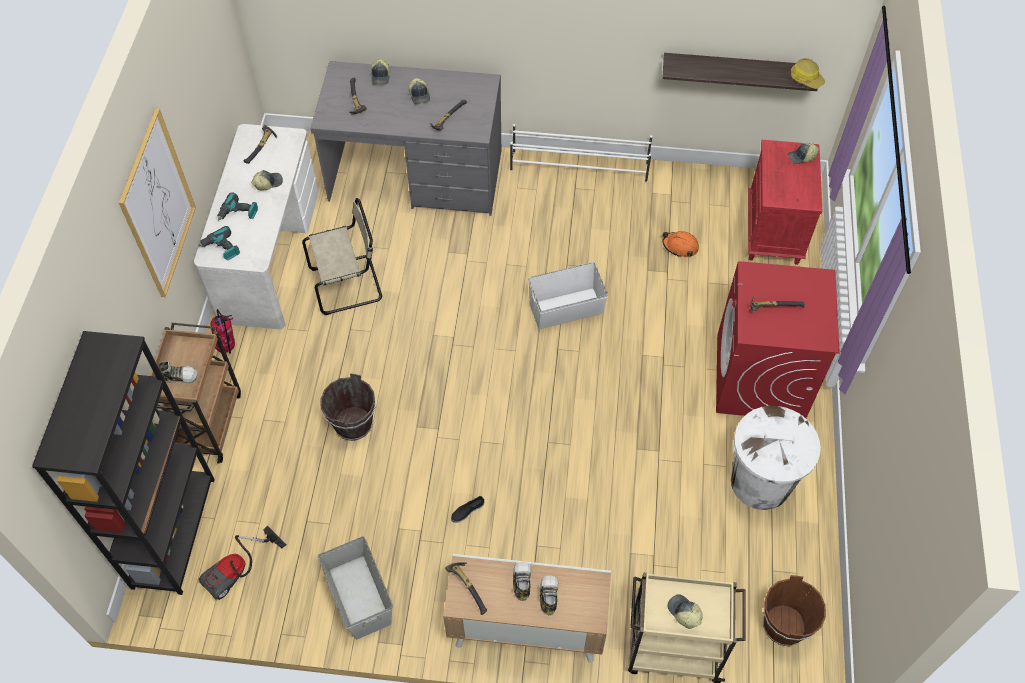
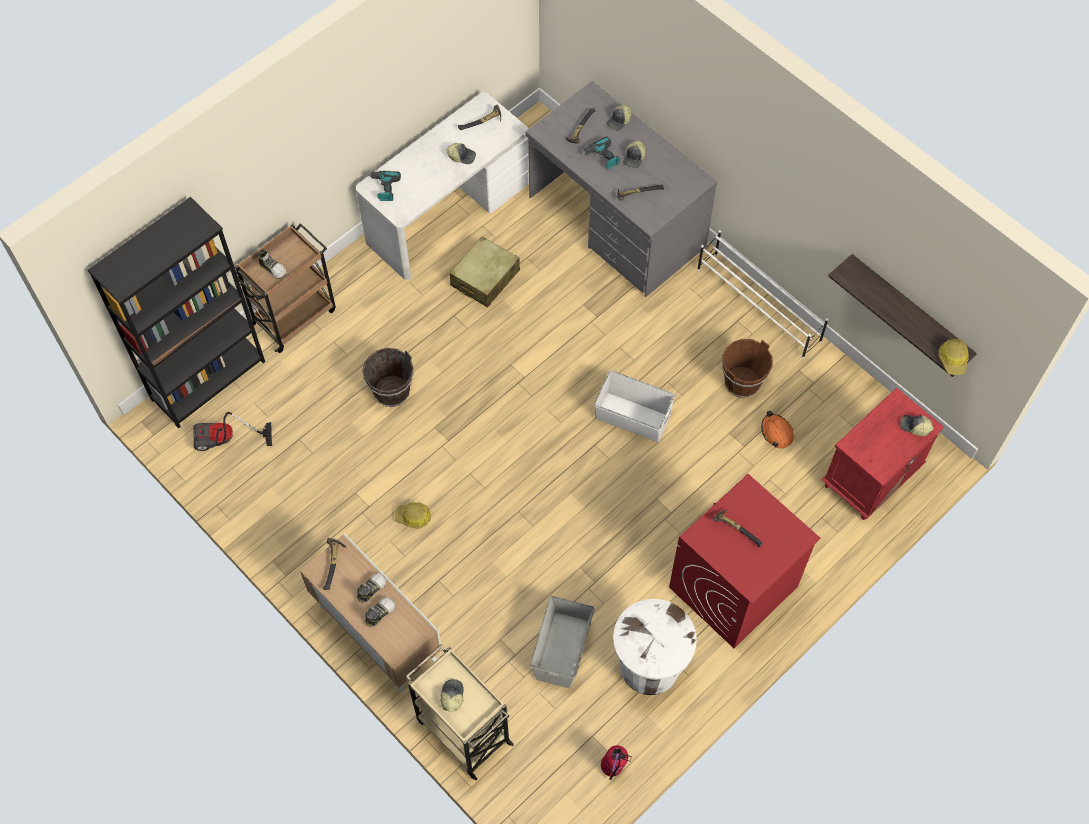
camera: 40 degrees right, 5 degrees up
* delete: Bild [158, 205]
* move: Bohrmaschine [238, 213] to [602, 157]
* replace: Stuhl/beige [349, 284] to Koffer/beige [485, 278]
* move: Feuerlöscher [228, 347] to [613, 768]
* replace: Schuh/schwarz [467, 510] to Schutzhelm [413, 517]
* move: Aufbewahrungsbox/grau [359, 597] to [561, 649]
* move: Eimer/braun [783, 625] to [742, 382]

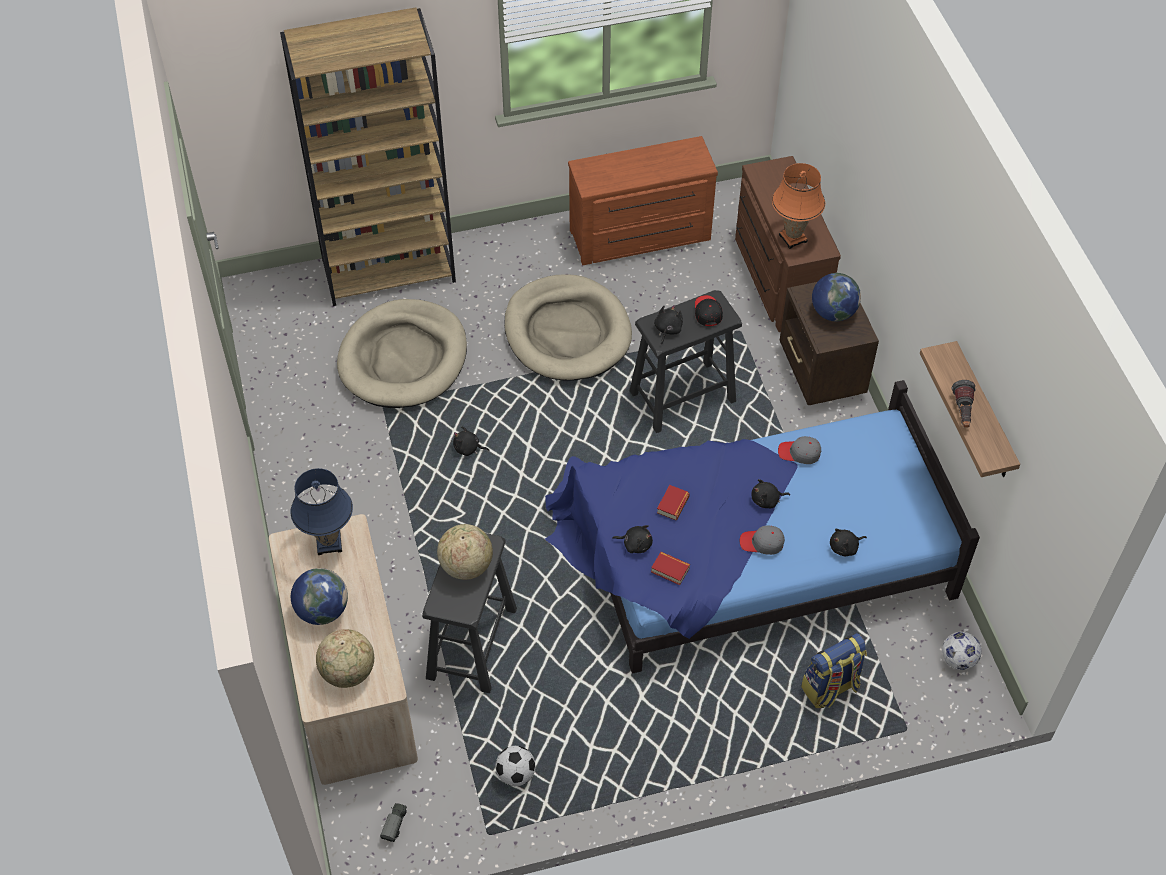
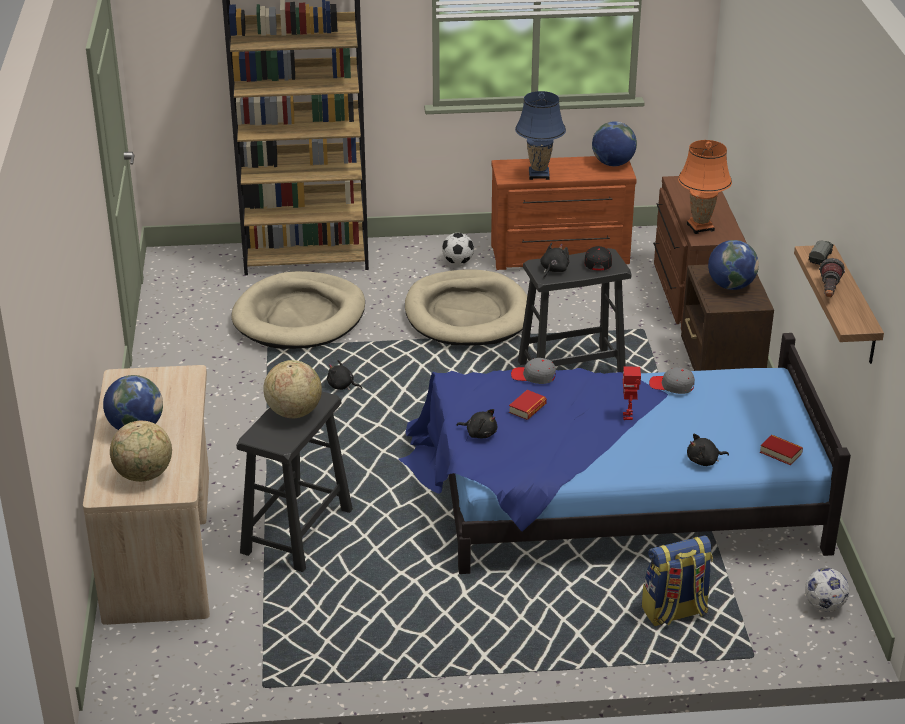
camera: 10 degrees right, 20 degrees down
* move: Tischlampe/blau [328, 543] to [538, 175]
* replace: Plüschtier/schwarz [767, 500] to Spielzeugroboter [628, 416]
* move: Kappe/grau [762, 543] to [533, 376]
* move: Buch [670, 570] to [780, 453]
* move: Fußball [516, 774] to [458, 262]
* move: Spielzeuglaster [395, 824] to [820, 259]
* insert: Globus [613, 164]

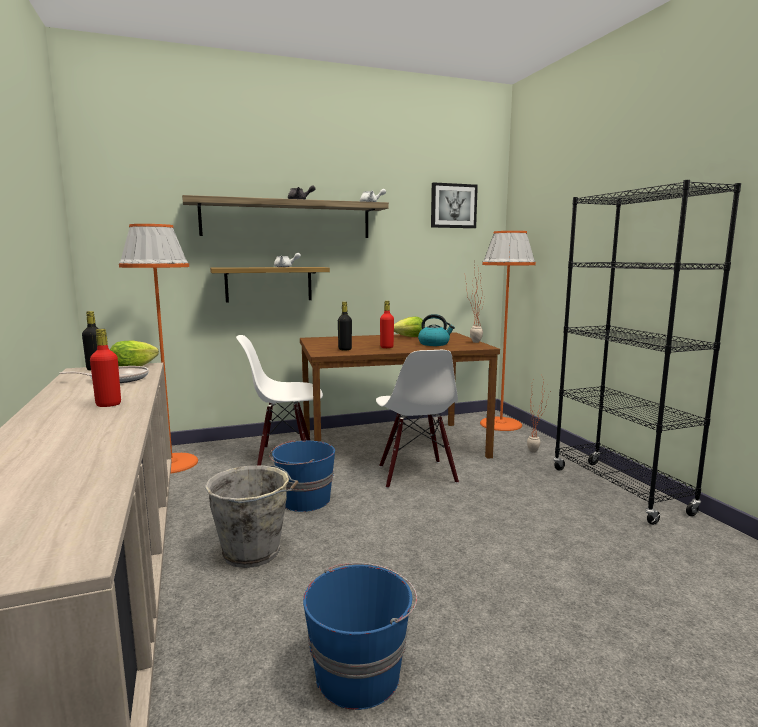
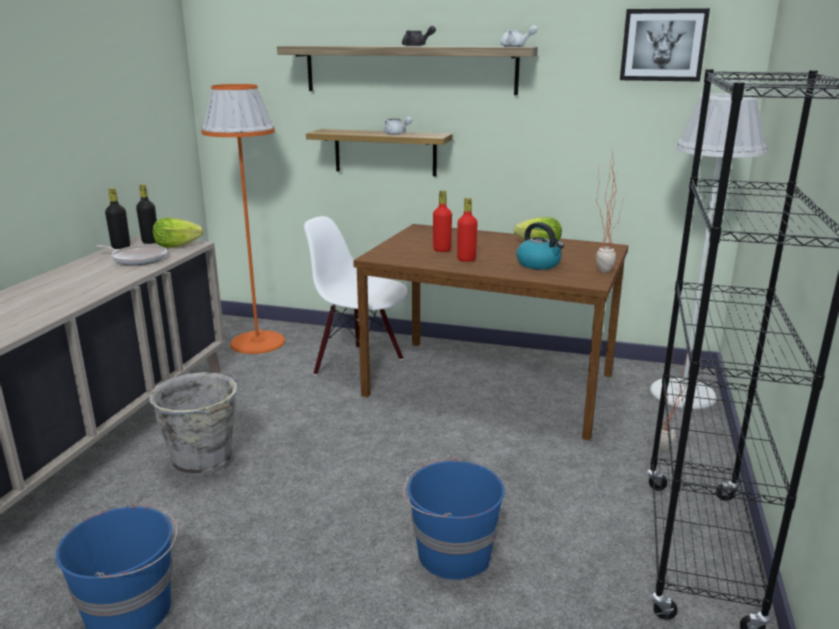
camera: 35 degrees right, 10 degrees up
* recolor: Stehlampe/orange [501, 424] to Stehlampe/weiß [683, 393]
* move: Flasche/schwarz [345, 349] to [121, 247]
* move: Flasche/rot [108, 404] to [442, 250]
* delete: Stuhl/weiß [416, 474]
* move: Eimer/blau [304, 501] to [452, 554]

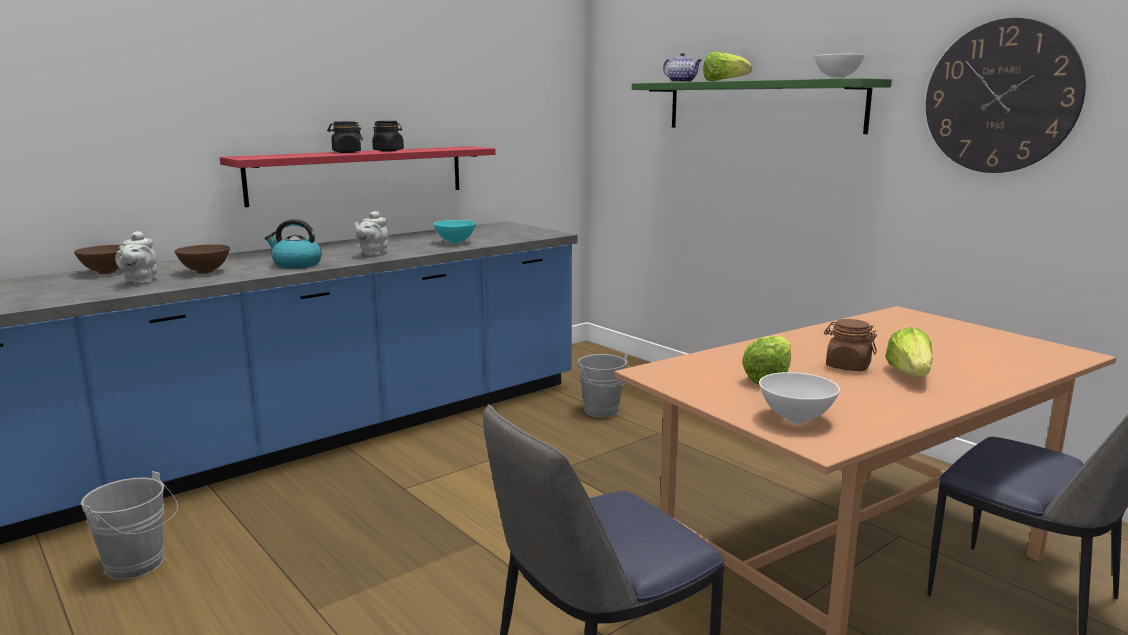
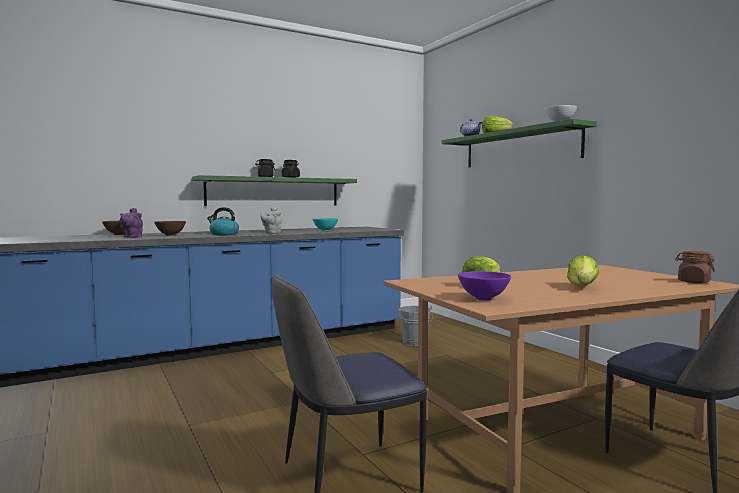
camera: 10 degrees right, 10 degrees down
* delete: Wanduhr [1001, 97]
* recolor: Wandregal/rot [359, 174] to Wandregal/grün [274, 192]
* recolor: Teekanne/grau [140, 282] to Teekanne/lila [131, 237]
* move: Vorratsglas/braun [847, 366] to [693, 282]
* recolor: Schüssel/weiß [795, 419] to Schüssel/lila [483, 299]
* delete: Eimer/grau [139, 566]

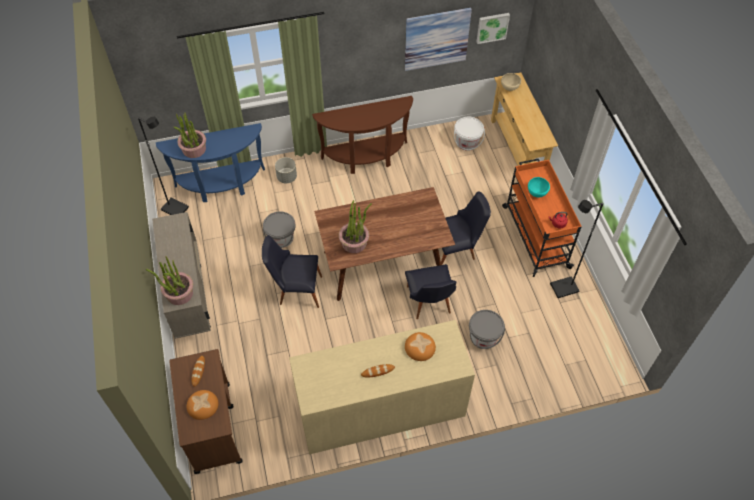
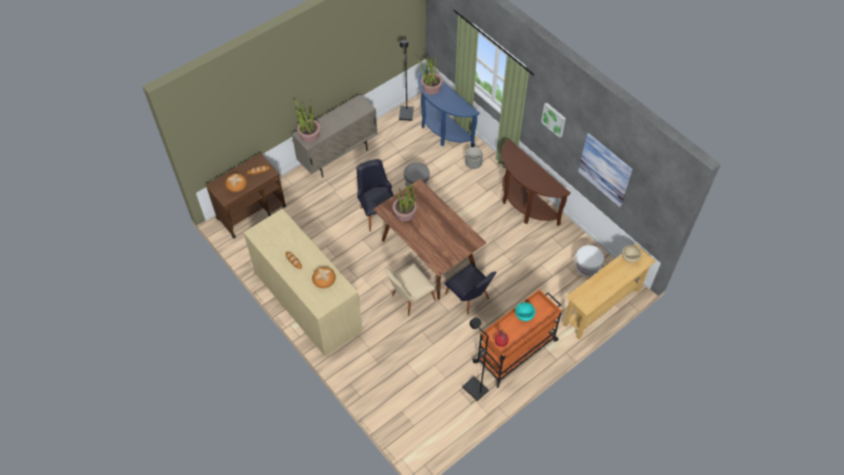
camera: 65 degrees right, 0 degrees up
* move: Bild [492, 27] to [554, 119]
* recolor: Stuhl/schwarz [429, 304] to Stuhl/beige [409, 299]
* delete: Eimer/grau [483, 337]

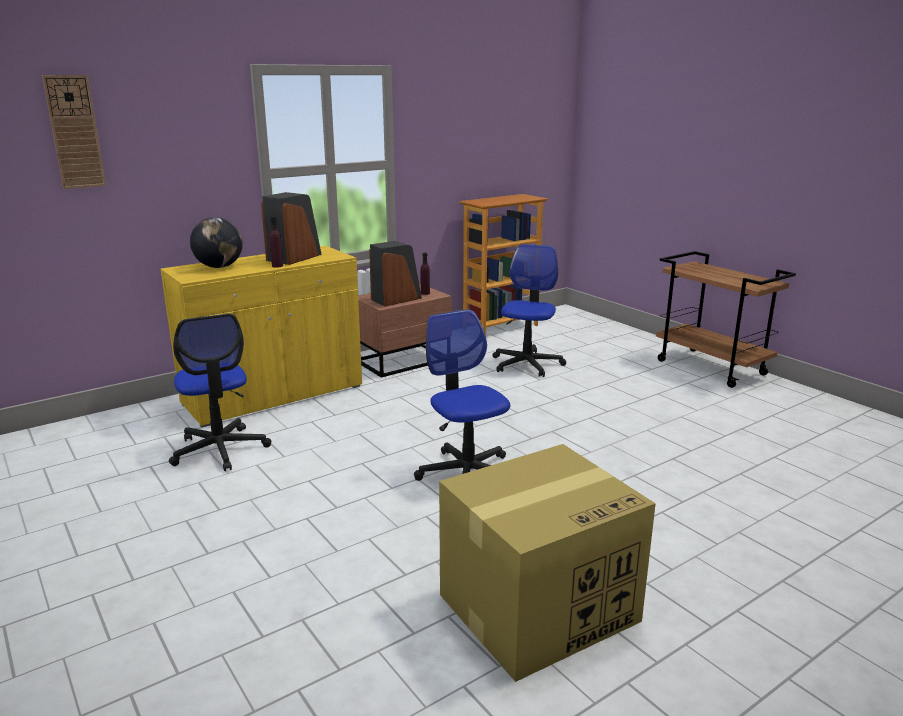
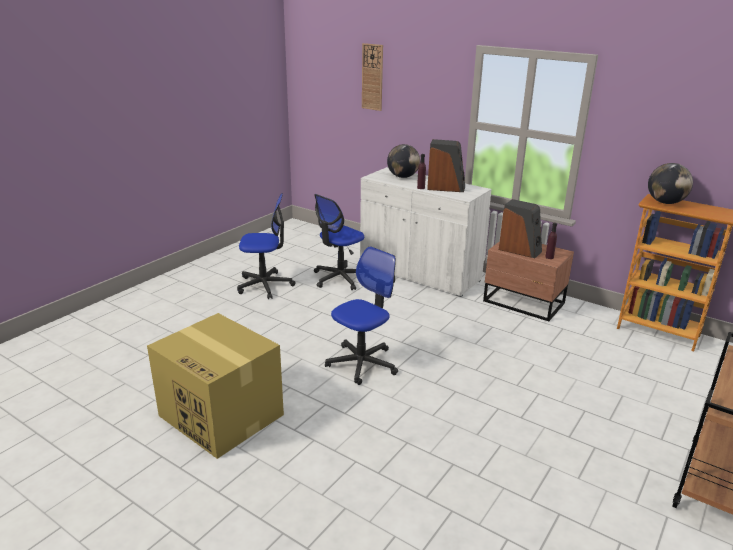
camera: 70 degrees right, 5 degrees up
* move: Bürostuhl [526, 364] to [265, 285]
* recolor: Schrank/gelb [274, 395] to Schrank/weiß [419, 273]
* insert: Globus [665, 202]

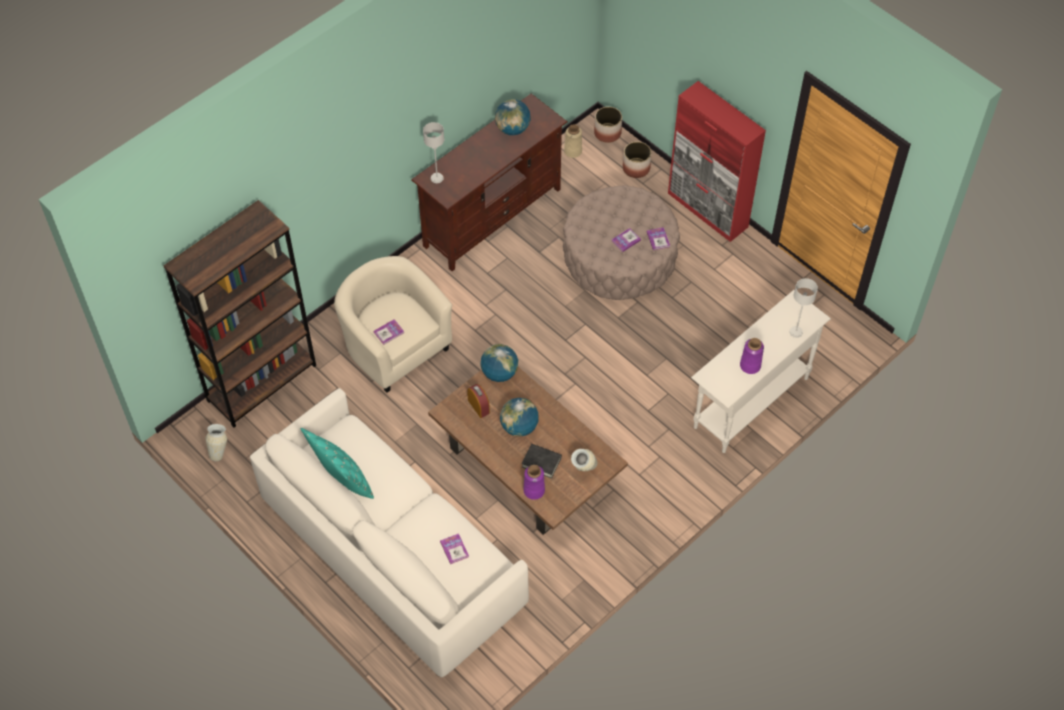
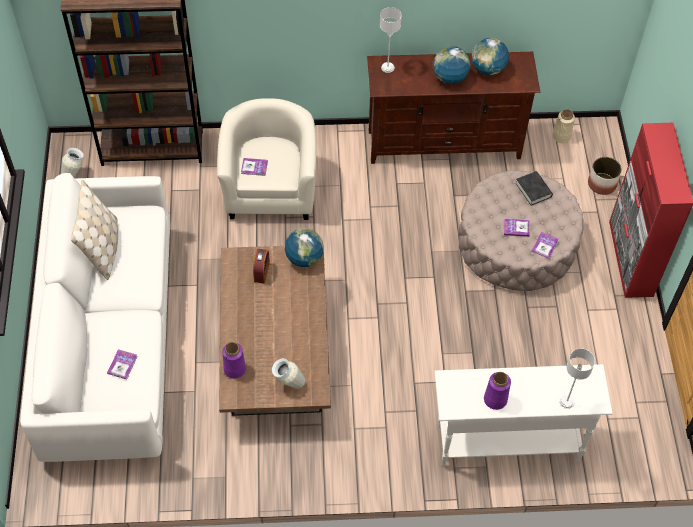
camera: 40 degrees right, 0 degrees up
* delete: Pflanzkübel [608, 133]
* move: Globus [519, 427] to [450, 78]
* recolor: Kissen/türkis [342, 479] to Kissen/beige [102, 249]
* move: Buch/schwarz [541, 462] to [533, 190]

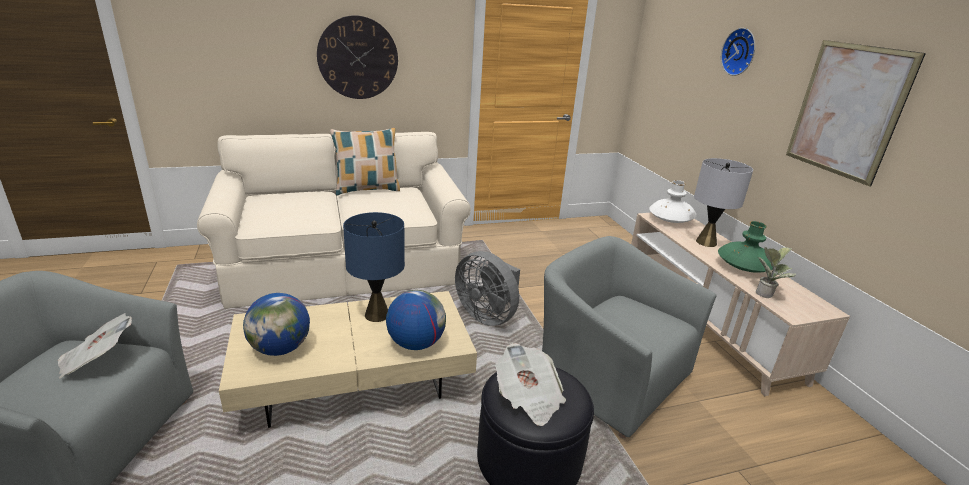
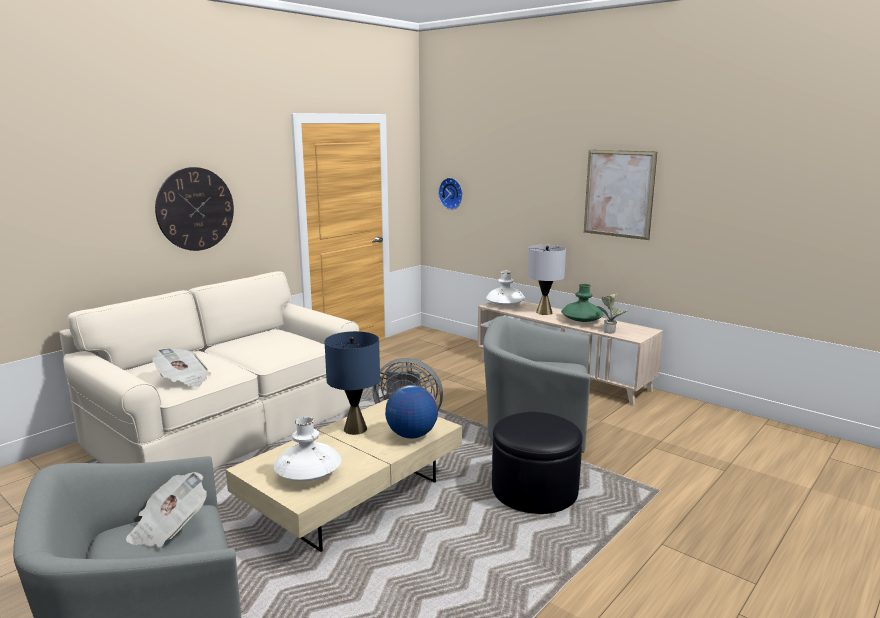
camera: 30 degrees left, 10 degrees down
* move: Wanduhr [740, 52] to [452, 193]
* delete: Kissen [367, 189]
* replace: Globus [281, 349] to Vase/weiß [308, 474]
* move: Zeitung [528, 398] to [184, 380]

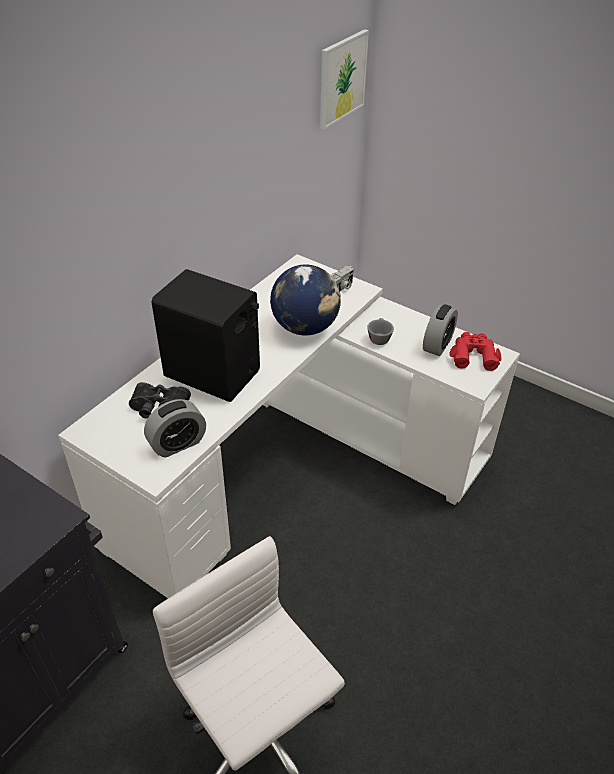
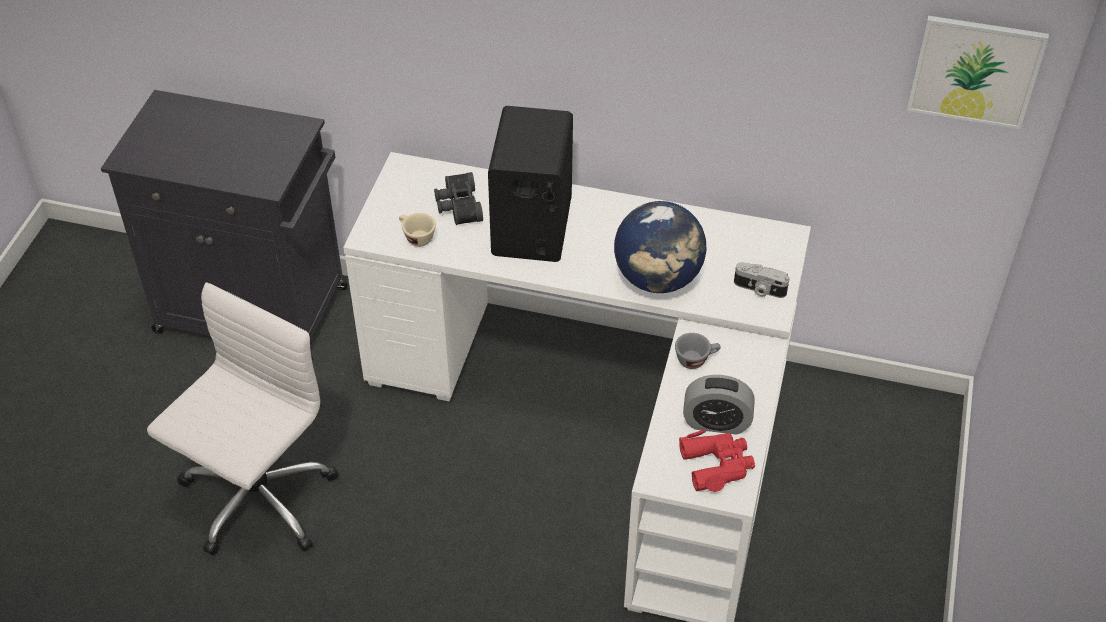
camera: 70 degrees right, 5 degrees up
* replace: Wecker [177, 444] to Tasse/beige [416, 237]

